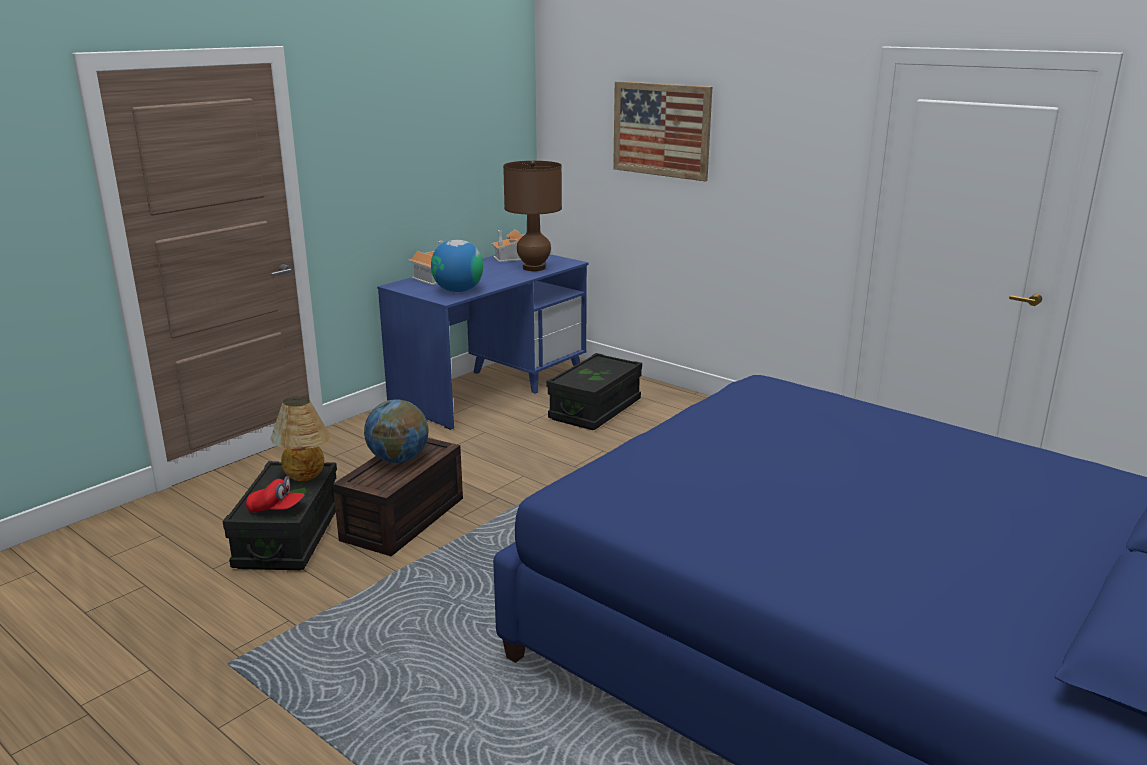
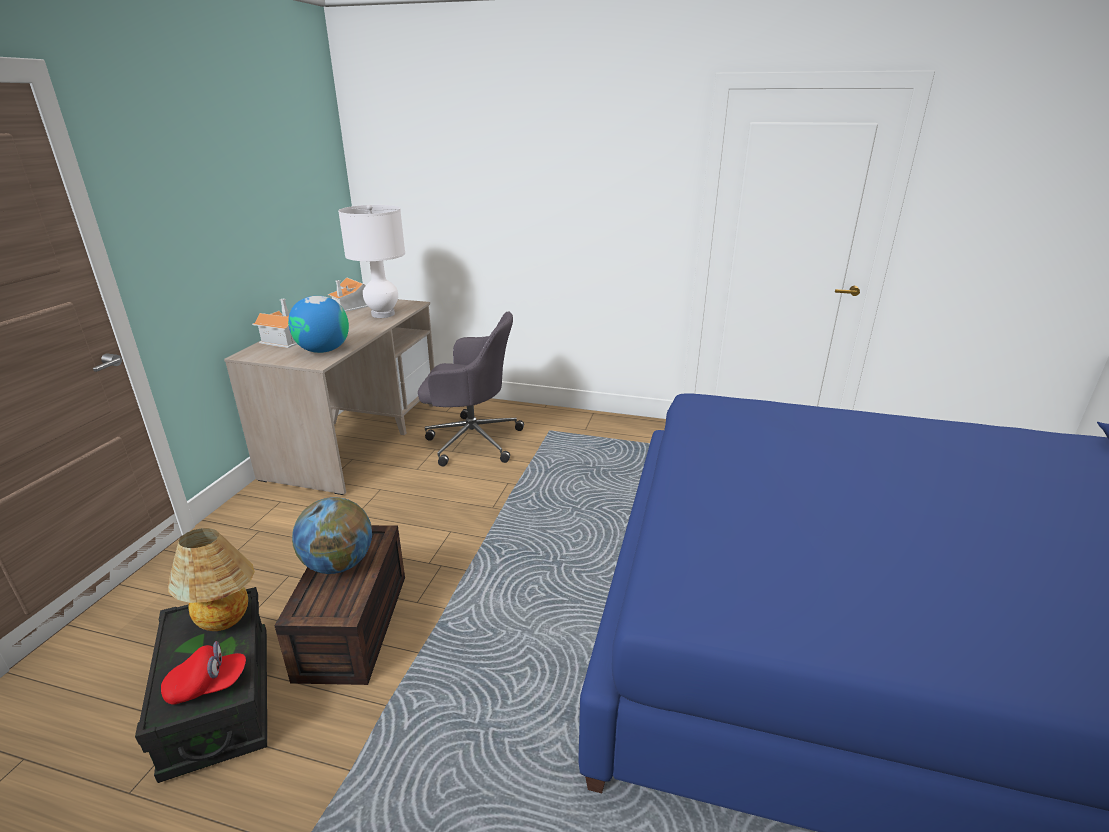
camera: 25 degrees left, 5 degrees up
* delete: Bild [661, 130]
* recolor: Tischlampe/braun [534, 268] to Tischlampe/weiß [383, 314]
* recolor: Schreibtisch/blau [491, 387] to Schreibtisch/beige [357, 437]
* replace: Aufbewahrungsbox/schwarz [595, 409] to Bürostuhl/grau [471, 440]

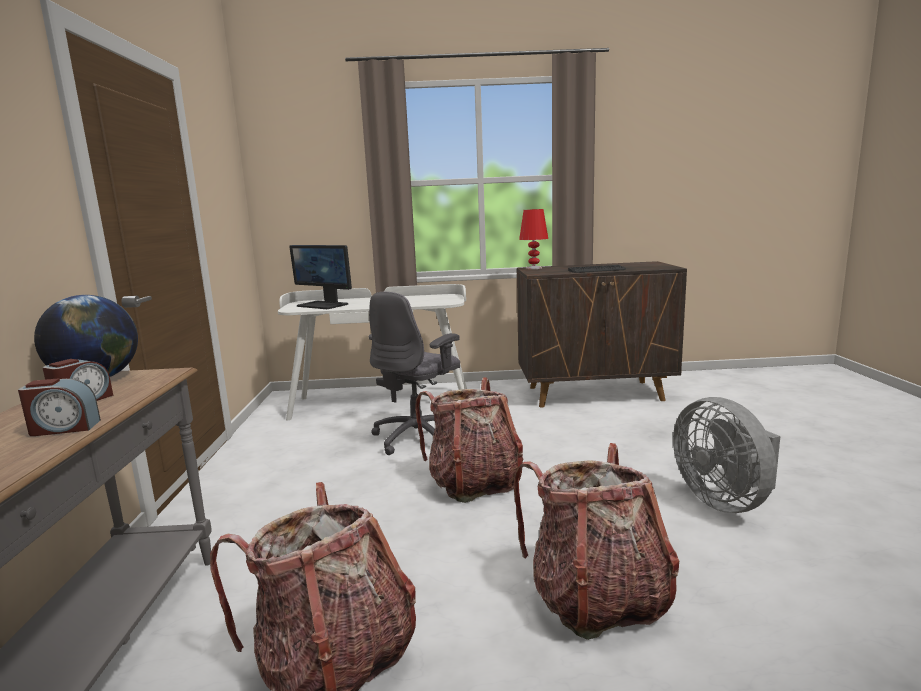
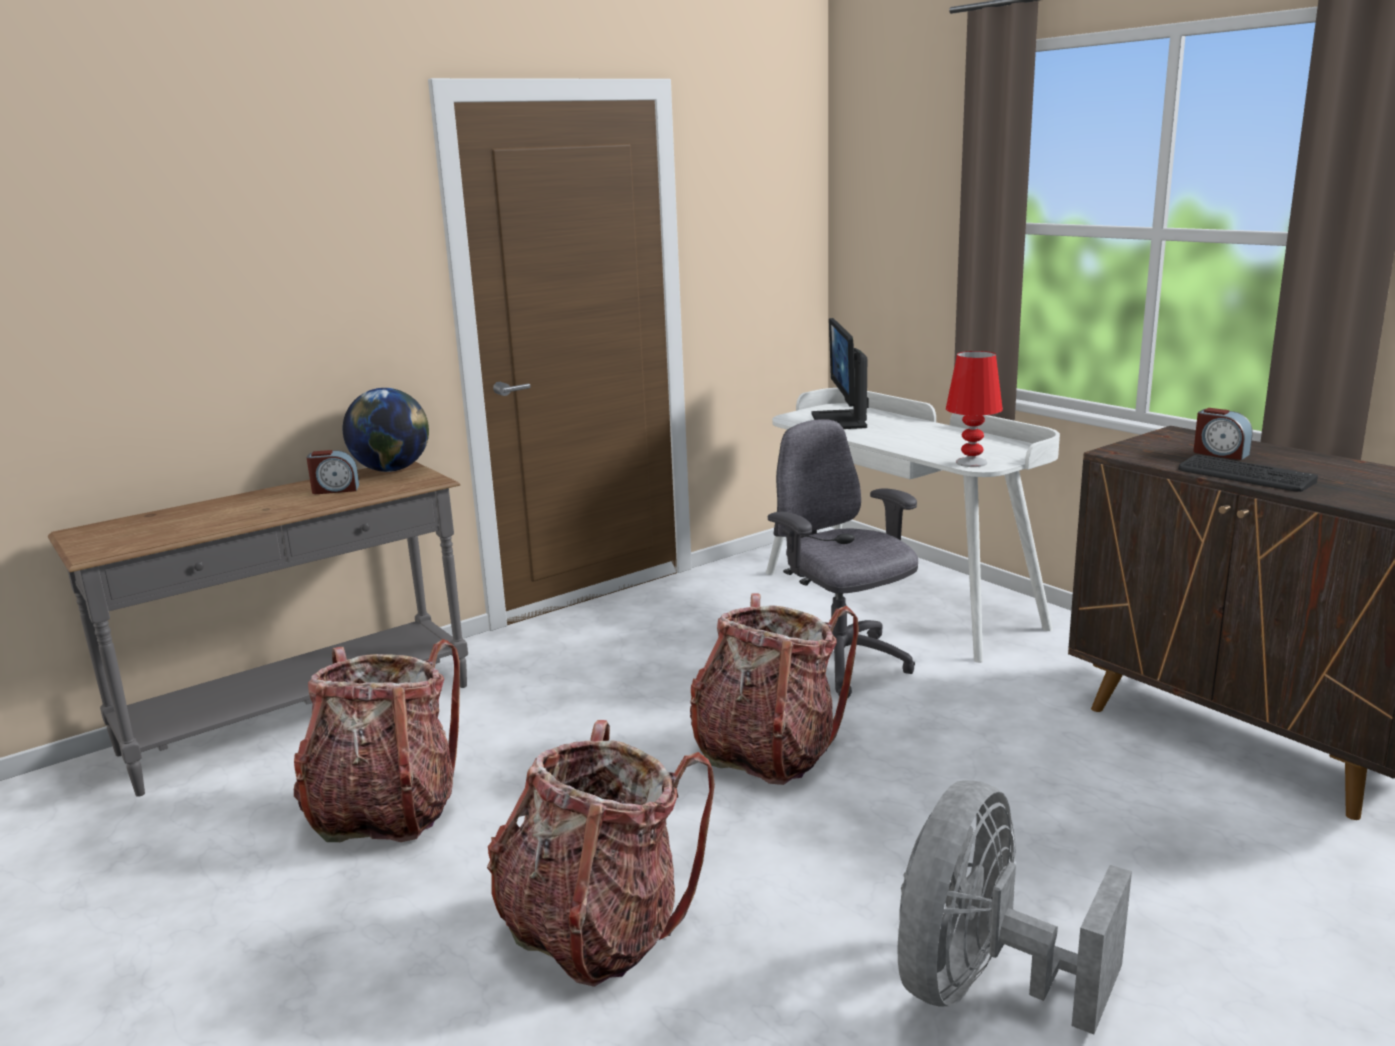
camera: 55 degrees right, 5 degrees up
* move: Tischlampe/rot [534, 268] to [971, 463]
* rotate: Bürostuhl/grau [418, 437] = [839, 665] 60 degrees clockwise
* move: Wecker [64, 428] to [1220, 453]

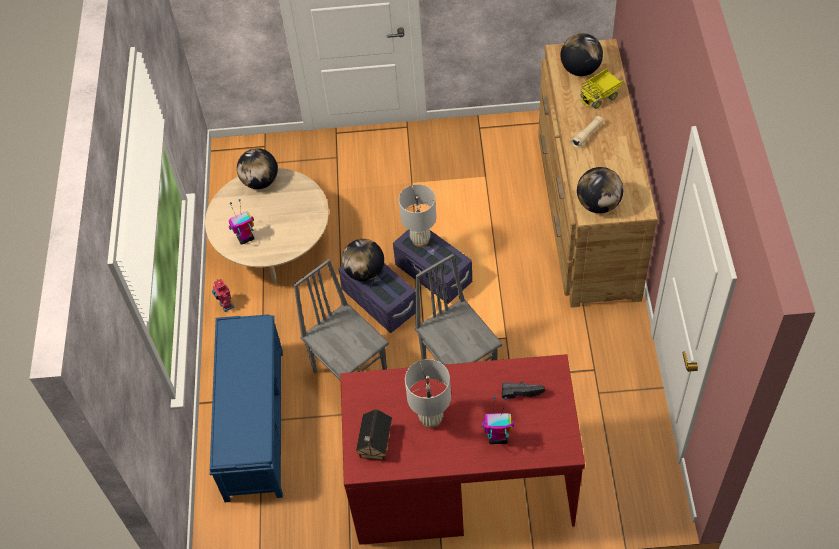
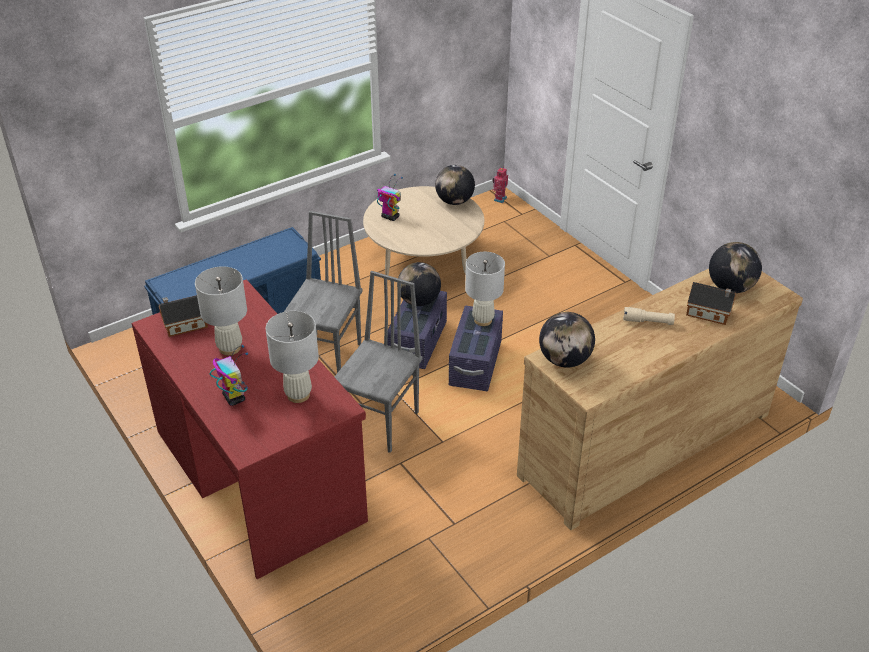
camera: 55 degrees right, 15 degrees down
* replace: Spielzeuglaster [600, 96] to Spielzeughaus [710, 313]
* move: Spielzeugroboter [225, 305] to [499, 199]
* replace: Schuh/schwarz [521, 391] to Tischlampe/weiß [298, 395]

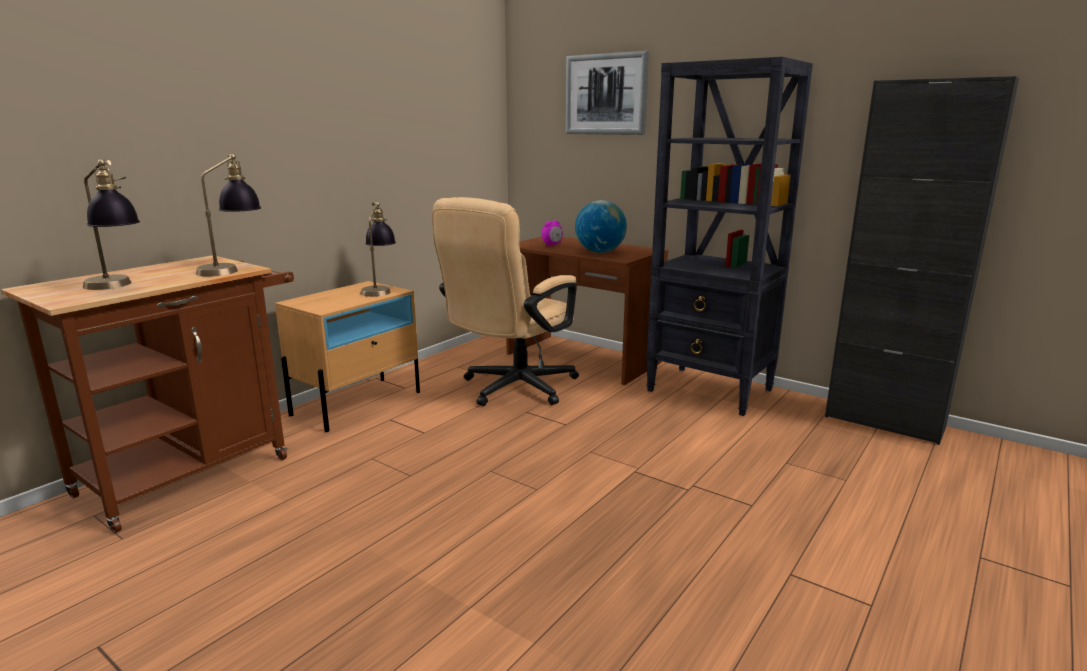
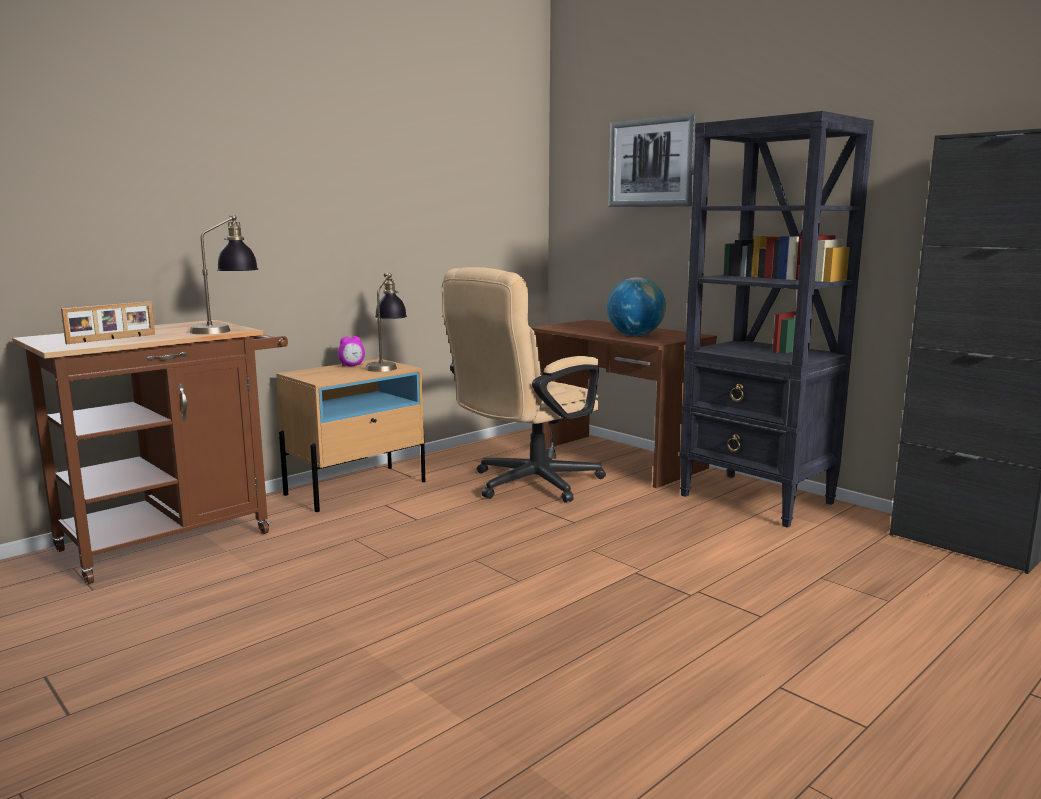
camera: 10 degrees right, 5 degrees down
* replace: Tischlampe [117, 287] to Bilderrahmen [112, 339]
* move: Wecker [552, 245] to [352, 366]

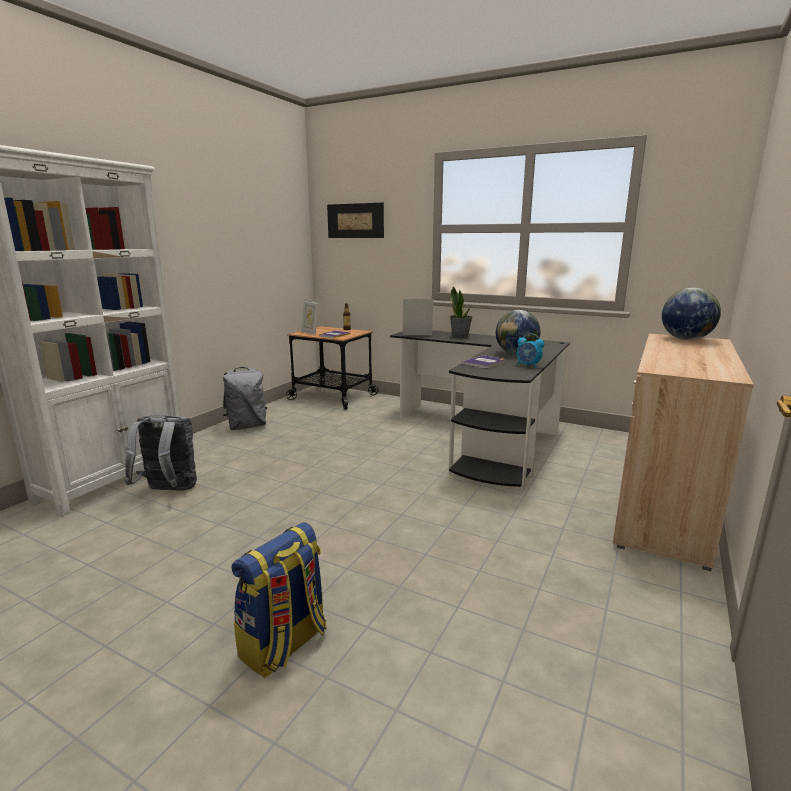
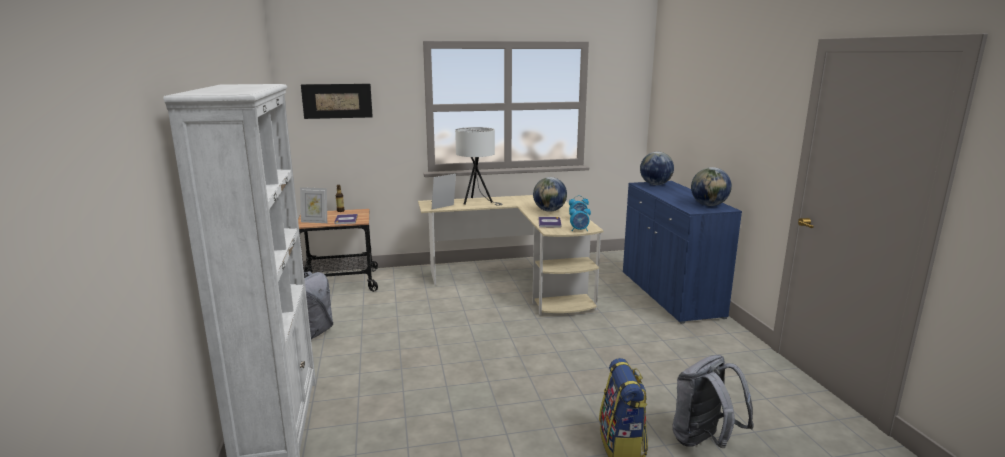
camera: 40 degrees left, 0 degrees up
* replace: Topfpflanze [460, 336] to Tischlampe/weiß [477, 202]
* recolor: Schreibtisch/schwarz [484, 438] to Schreibtisch/beige [520, 282]
* recolor: Schrank/beige [662, 508] to Schrank/blau [670, 294]
* move: Rucksack/grau [168, 491] to [704, 441]
* insert: Globus [709, 205]
* insert: Wecker [579, 230]

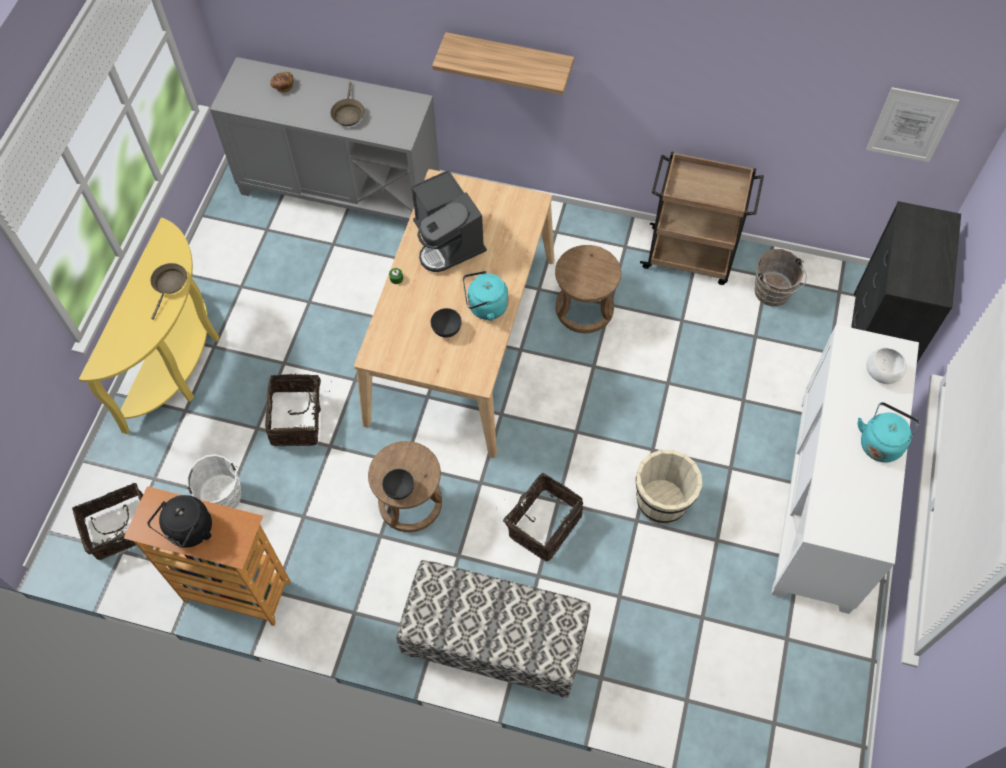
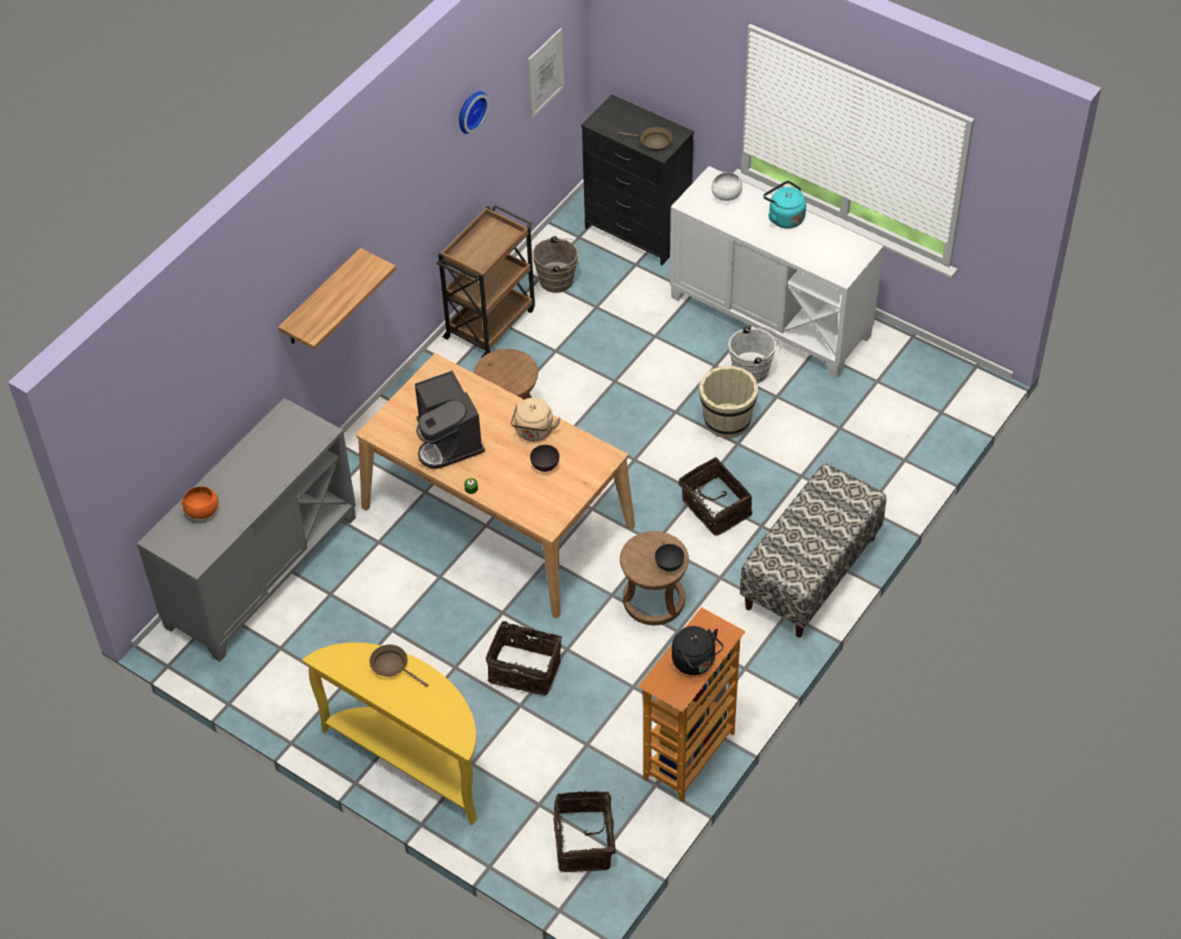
camera: 70 degrees left, 10 degrees down
* replace: Brot [283, 86] to Schüssel/orange [202, 512]
* move: Pfanne/braun [348, 113] to [653, 142]
* rotate: Kaffeemaschine [448, 241] = [448, 440] 75 degrees clockwise
* recolor: Wasserkessel/türkis [485, 307] to Wasserkessel/beige [534, 432]
* move: Eimer/weiß [223, 499] to [754, 370]
* insert: Wanduhr [470, 110]

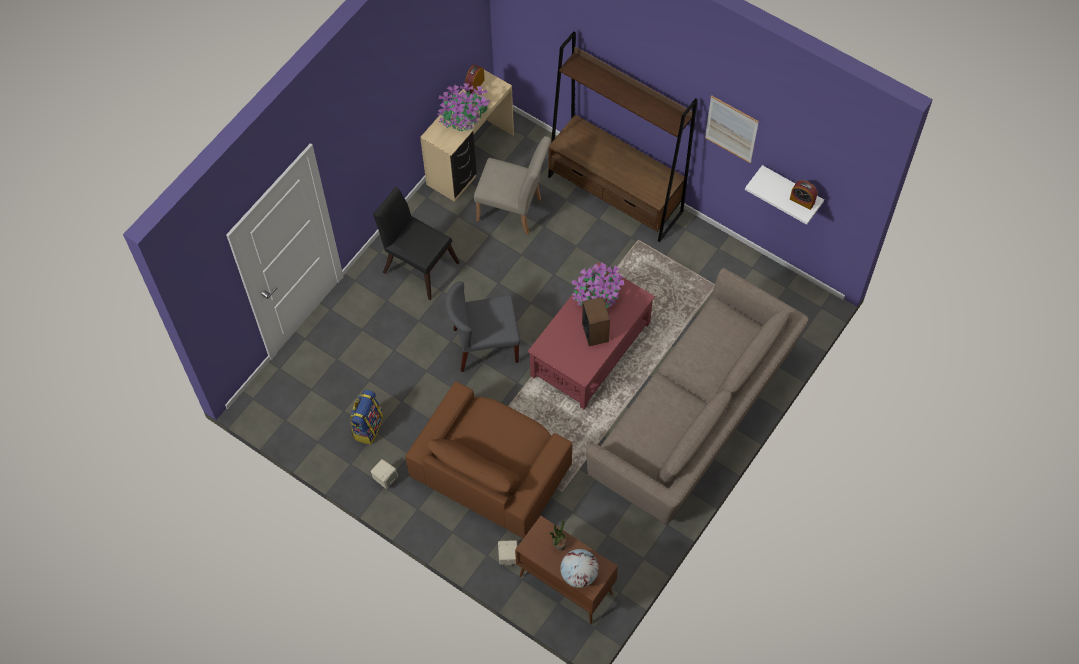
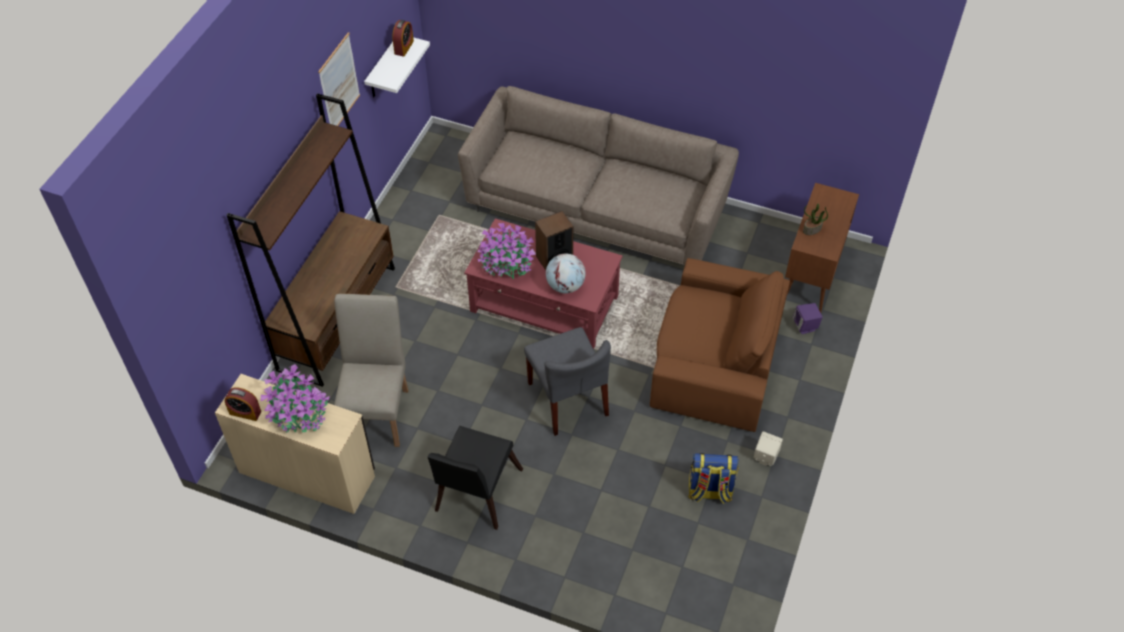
camera: 105 degrees left, 10 degrees down
* recolor: Lautsprecher/beige [508, 557] to Lautsprecher/lila [805, 326]
* move: Globus [579, 574] to [565, 286]

